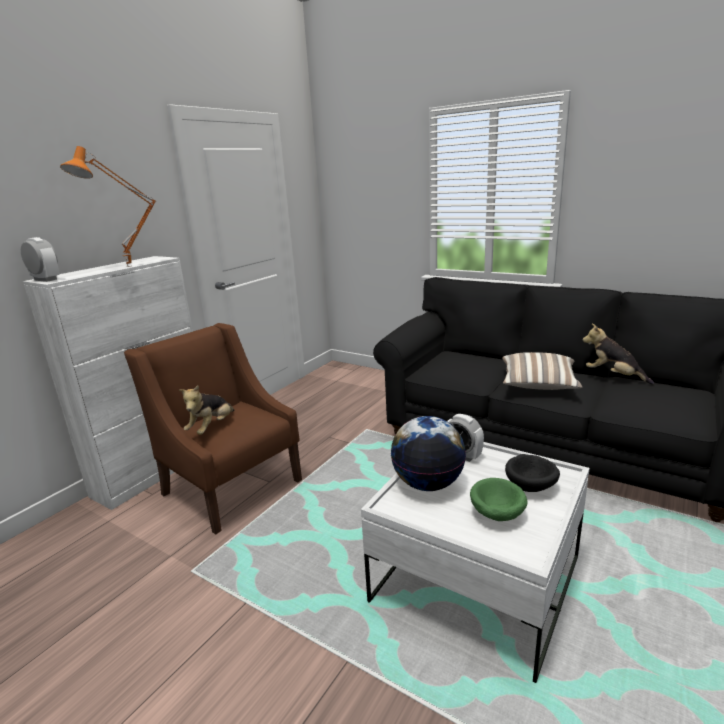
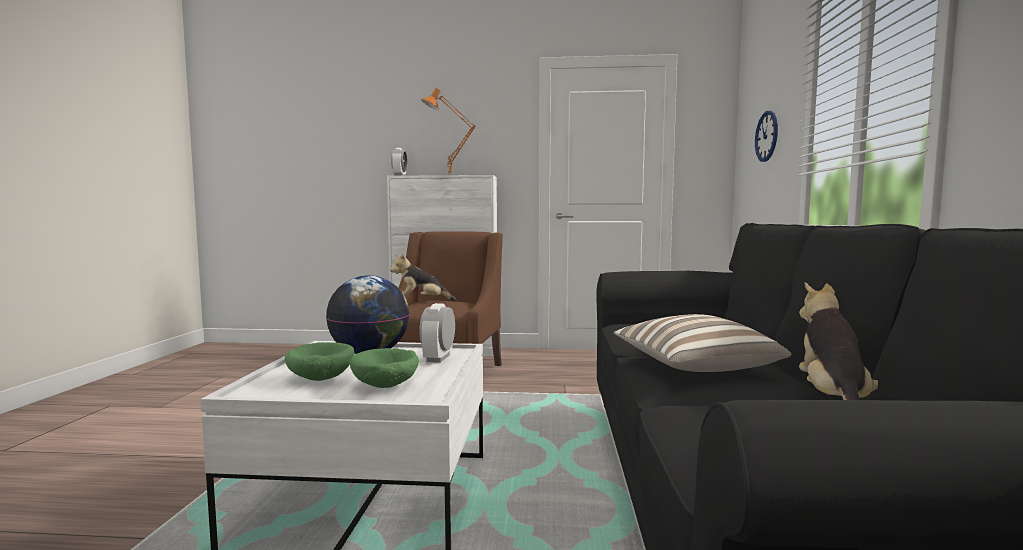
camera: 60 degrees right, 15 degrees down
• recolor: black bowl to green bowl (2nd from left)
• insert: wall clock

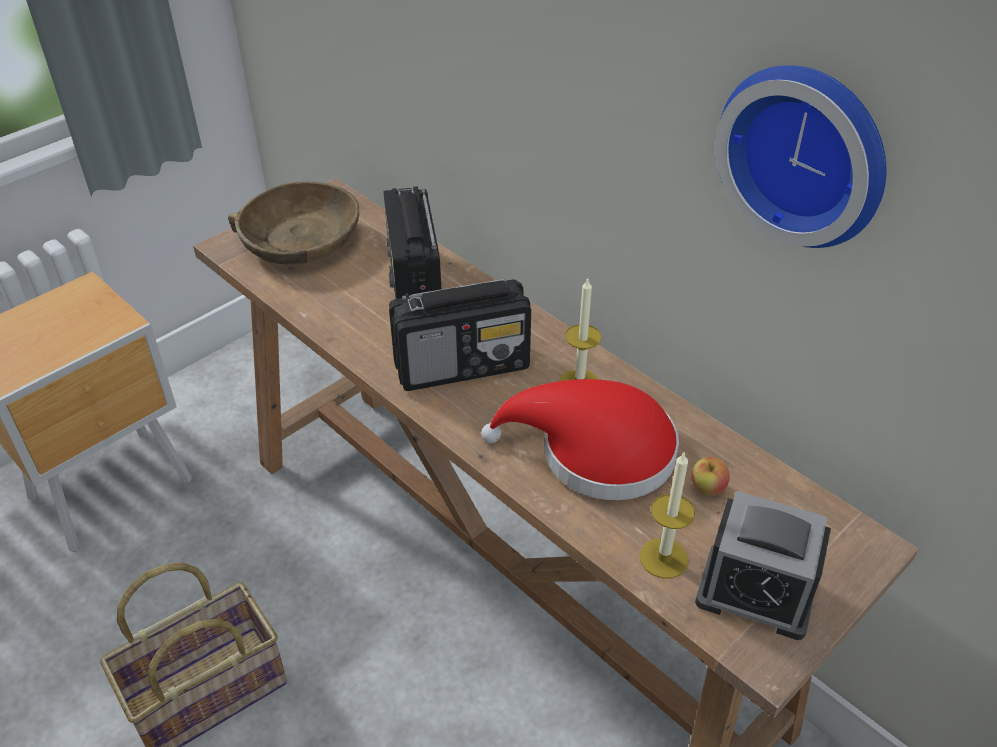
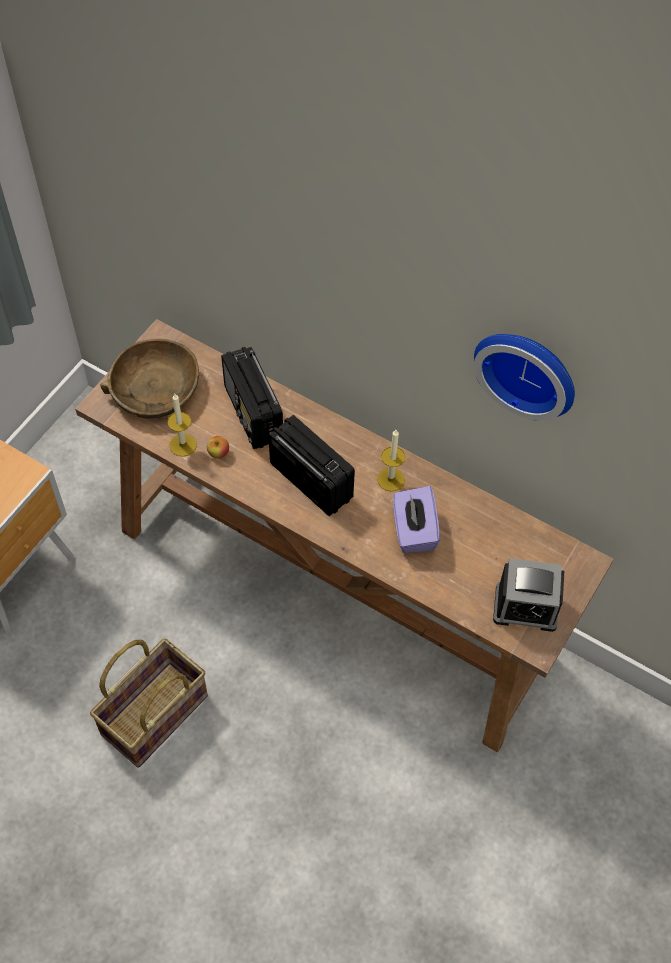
camera: 15 degrees left, 15 degrees up
• rotate: radio (2nd from left) 105 degrees counterclockwise
• replace: red hat to purple tissue box
• move: candle (2nd from left in the first image) to candle (1st from left)
• move: apple

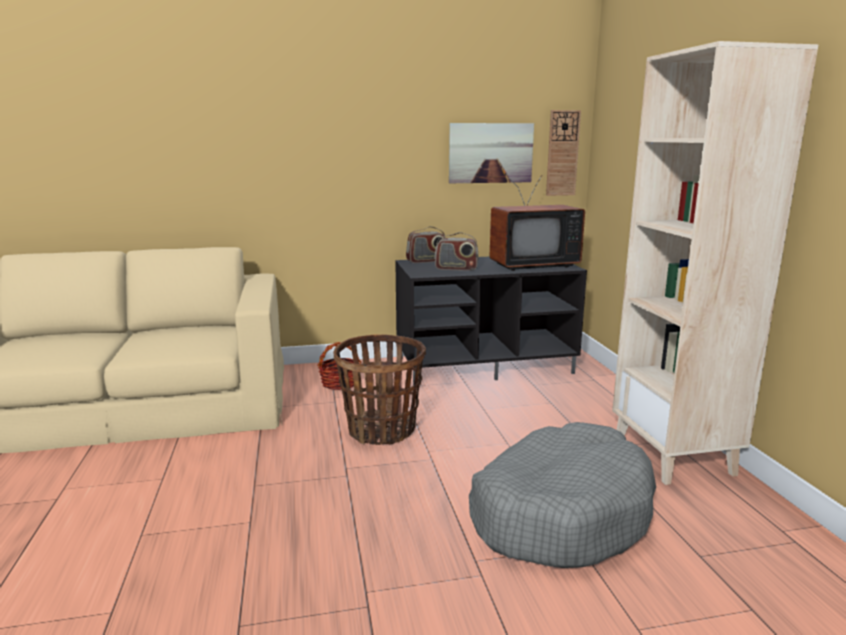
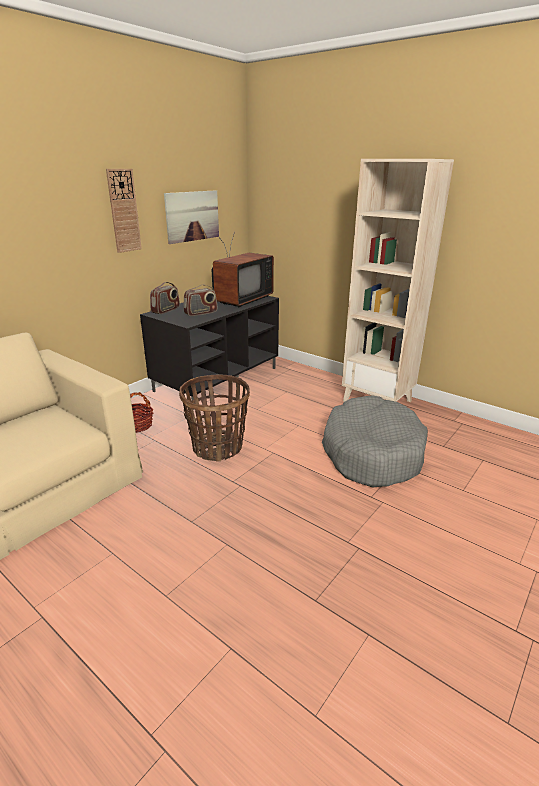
camera: 40 degrees left, 10 degrees up
• move: wall clock

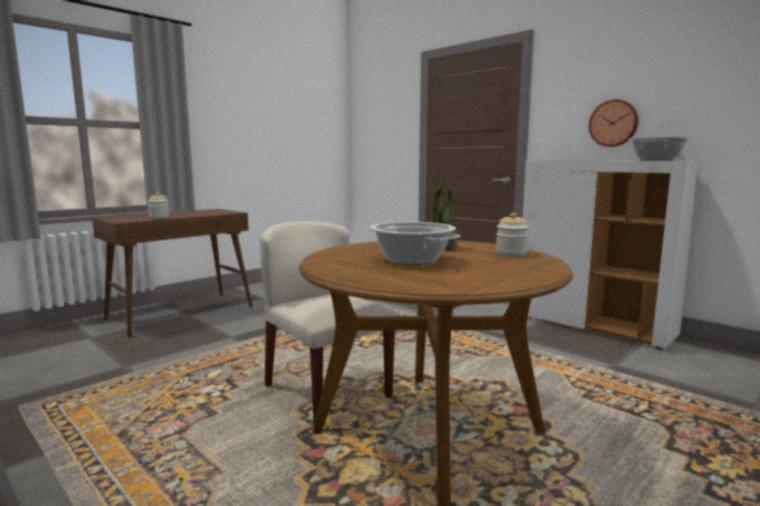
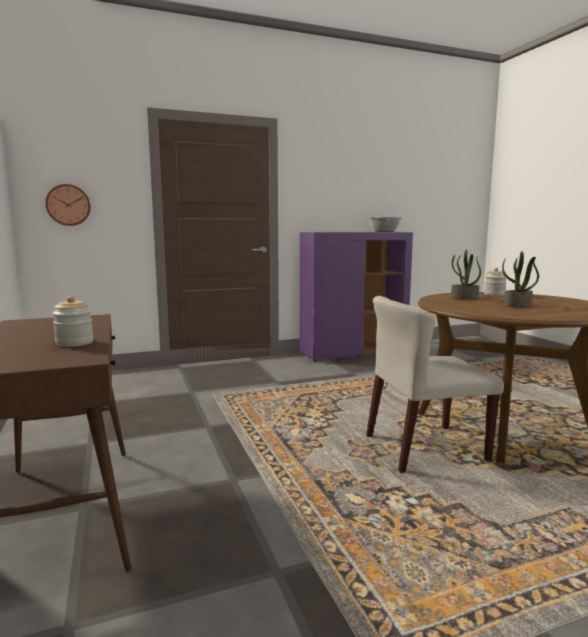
camera: 65 degrees left, 0 degrees up
• replace: cooking pot (1st from left) to potted plant (2nd from left)
• recolor: white cabinet to purple cabinet
• move: wall clock

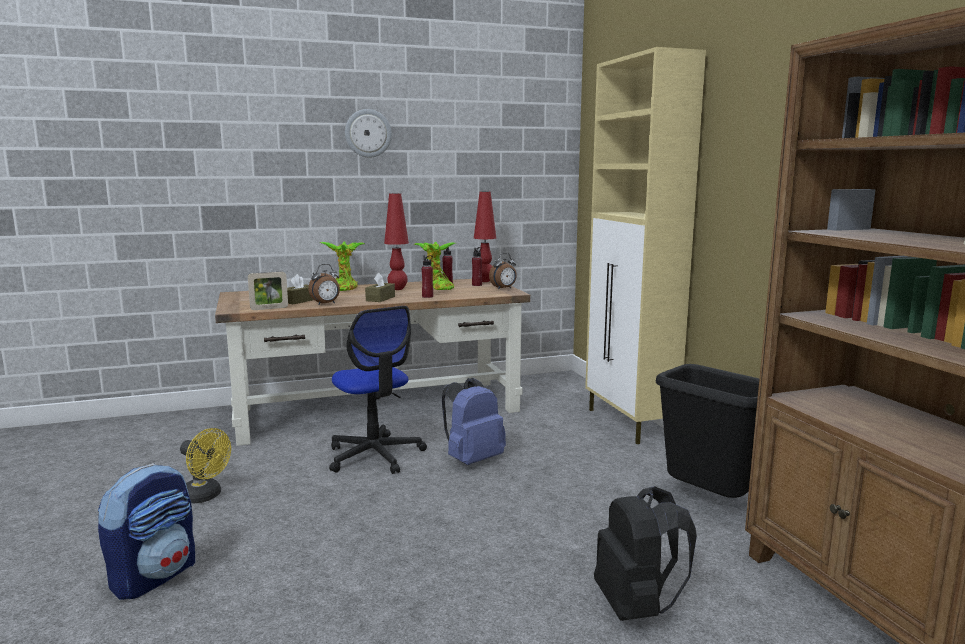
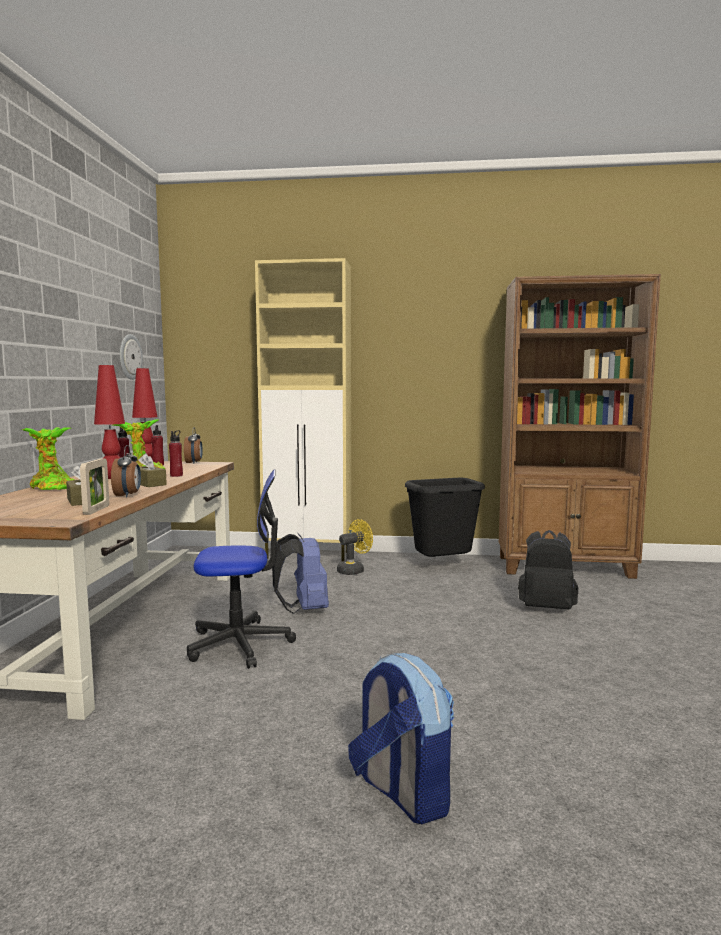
camera: 65 degrees left, 5 degrees down
• move: yellow fan
• move: wall clock

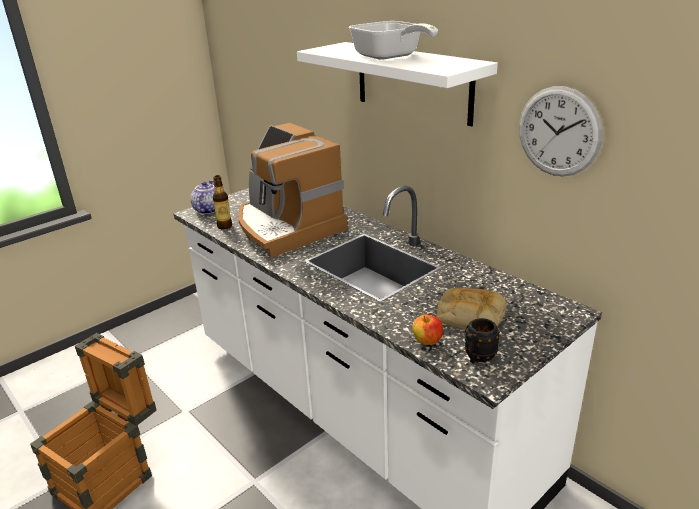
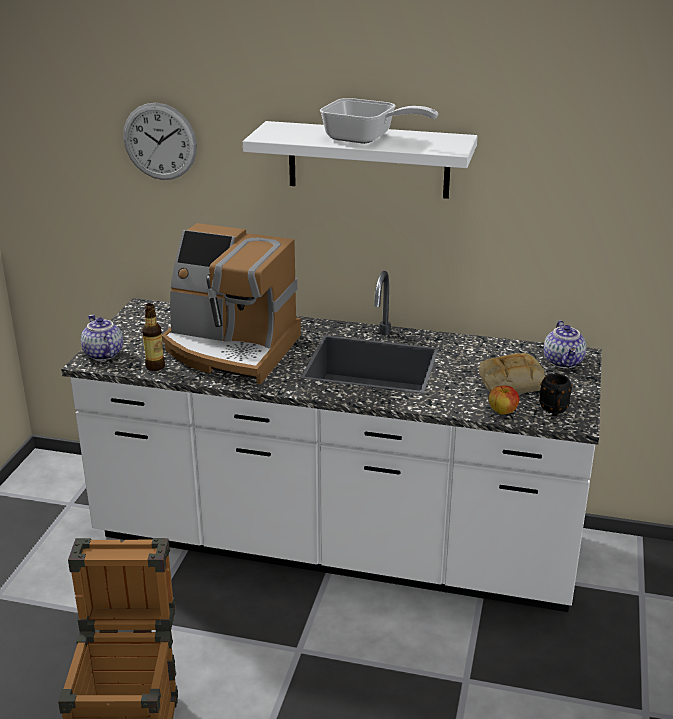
camera: 35 degrees left, 0 degrees up
• move: wall clock
• insert: teapot (2nd from left)

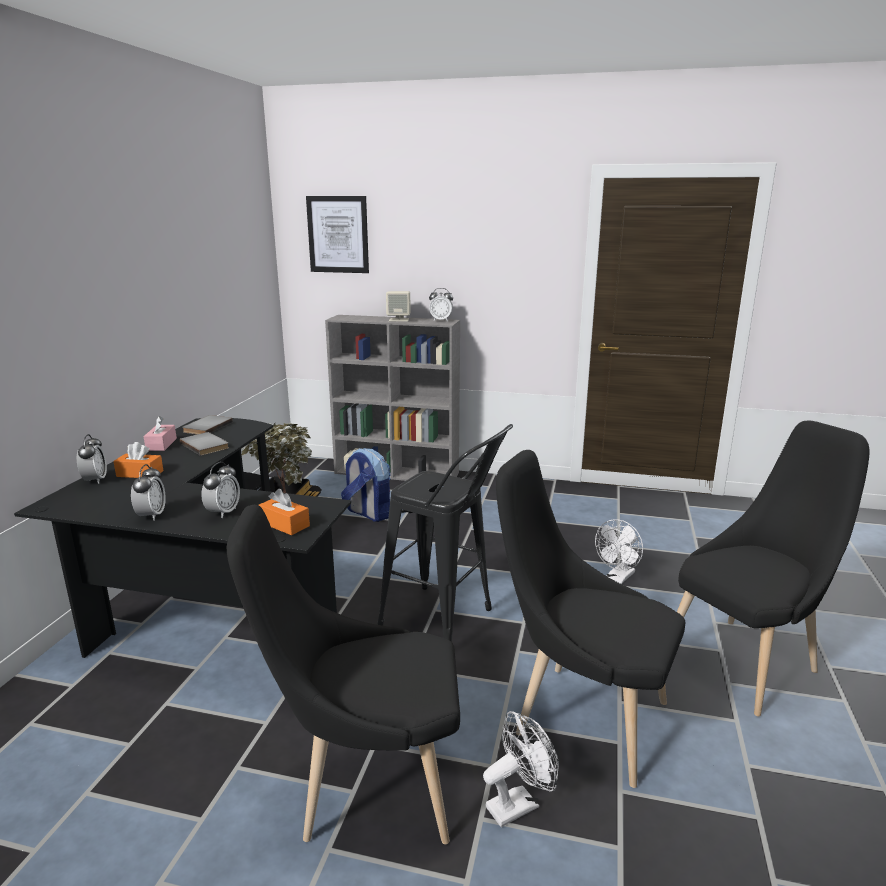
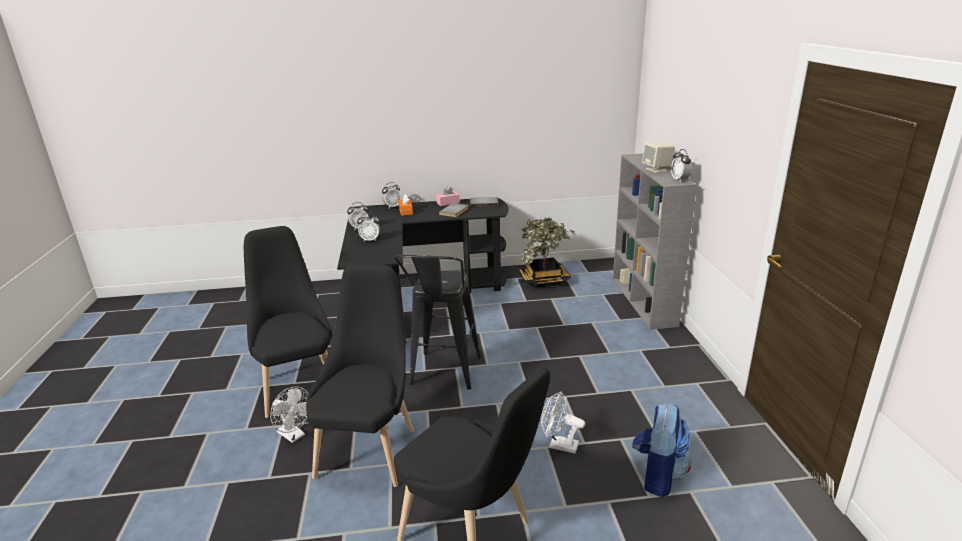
camera: 70 degrees right, 5 degrees up
• delete: orange tissue box (2nd from left)
• delete: picture
• move: backpack

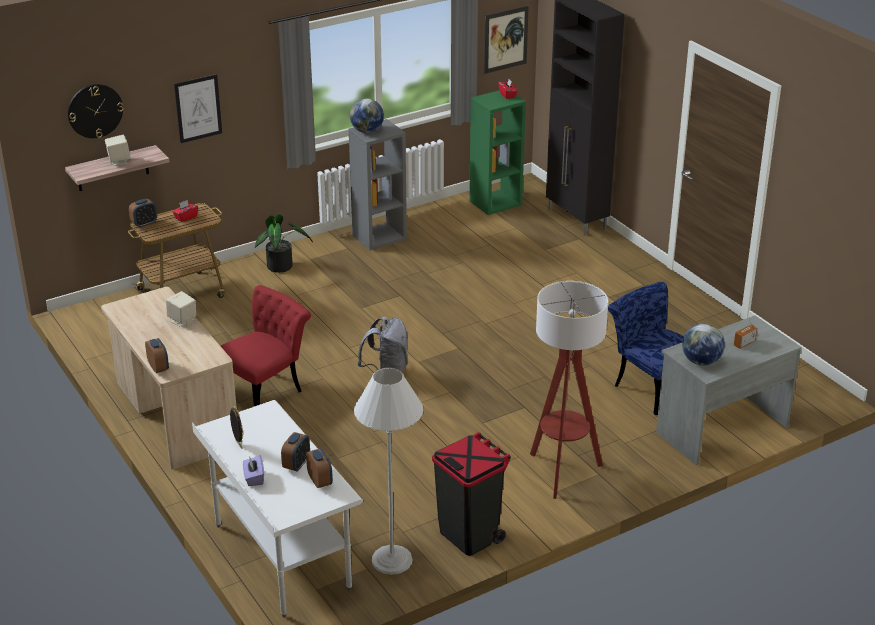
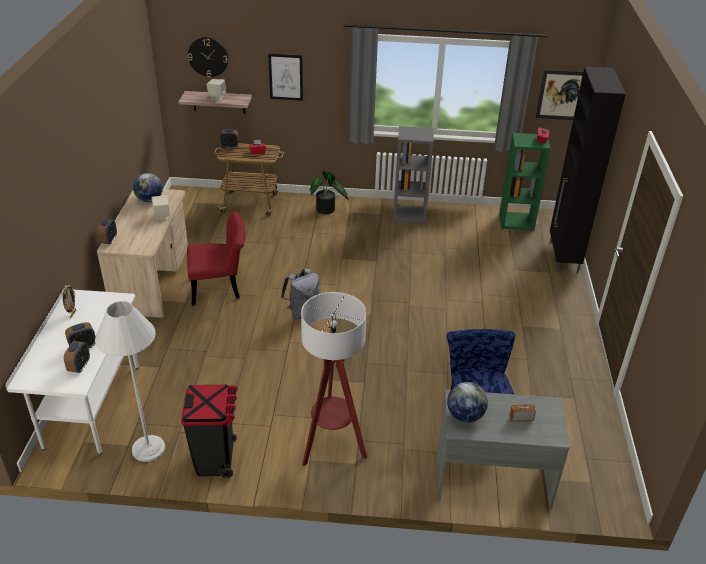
camera: 35 degrees right, 5 degrees up
• delete: purple tissue box
• move: globe (1st from left)

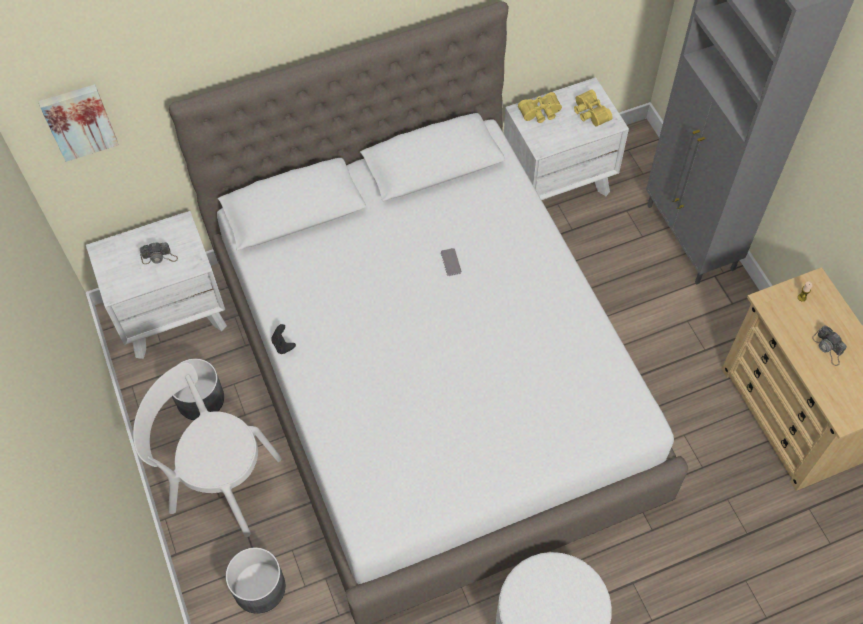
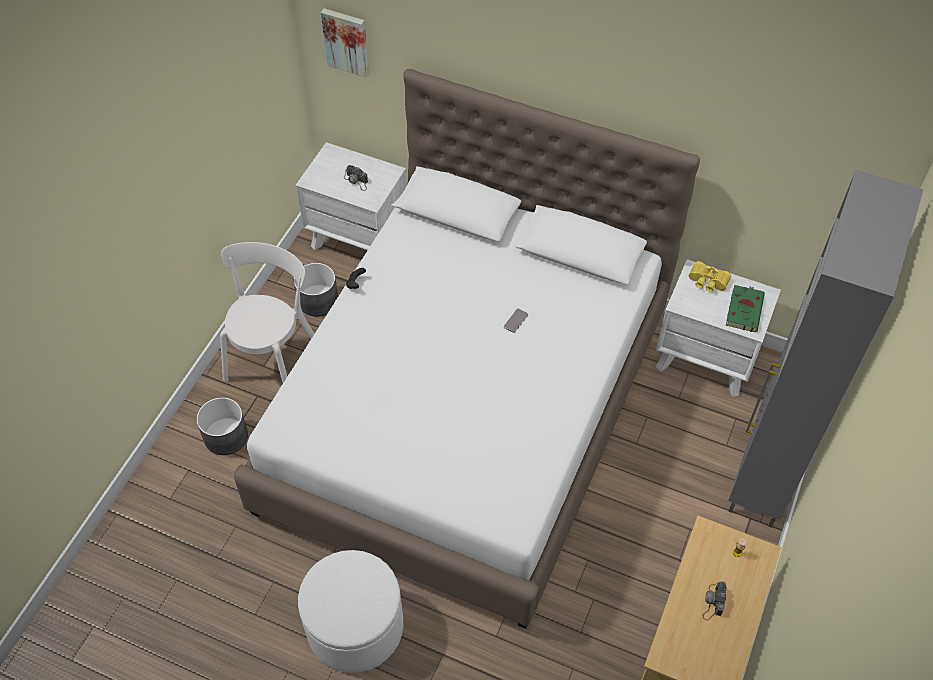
camera: 45 degrees right, 5 degrees down
• rotate: white chair 45 degrees clockwise
• replace: yellow binoculars (2nd from left) to green book

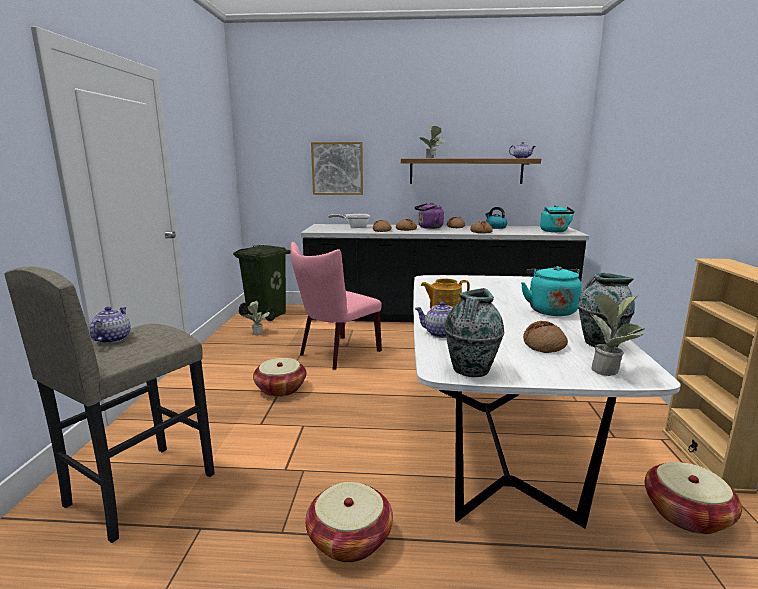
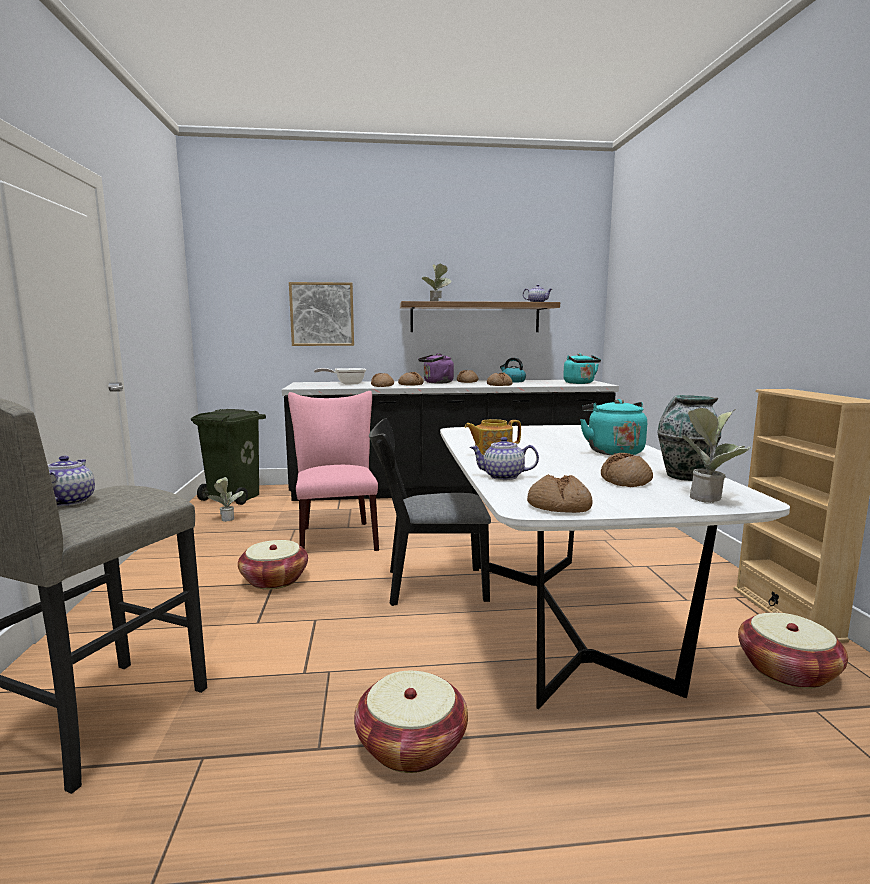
camera: 10 degrees left, 5 degrees down
• rotate: pink chair 135 degrees clockwise
• replace: vase (1st from left) to bread (5th from left)
• insert: black chair

